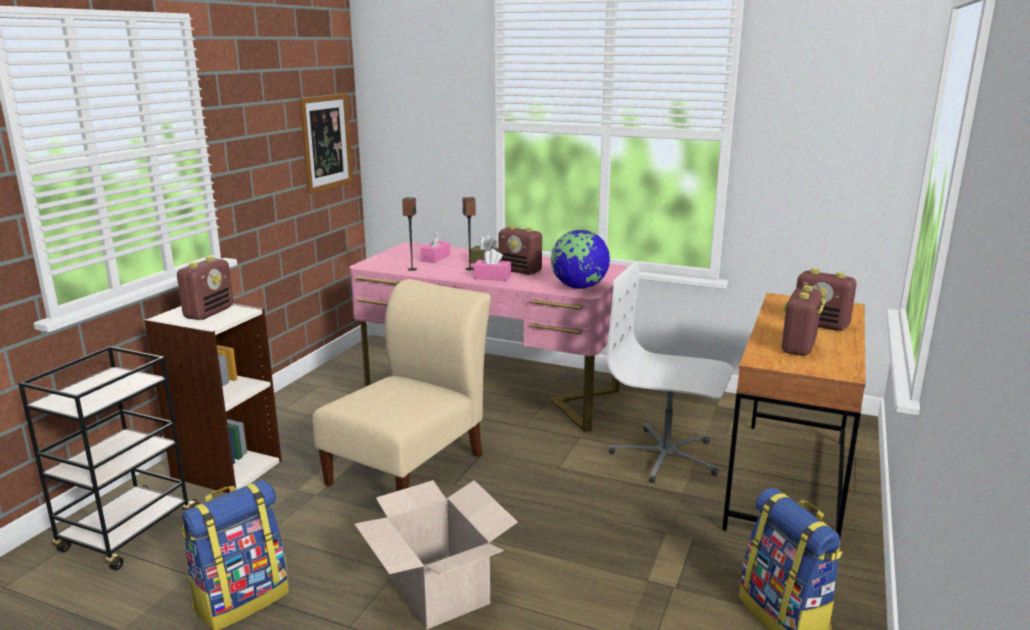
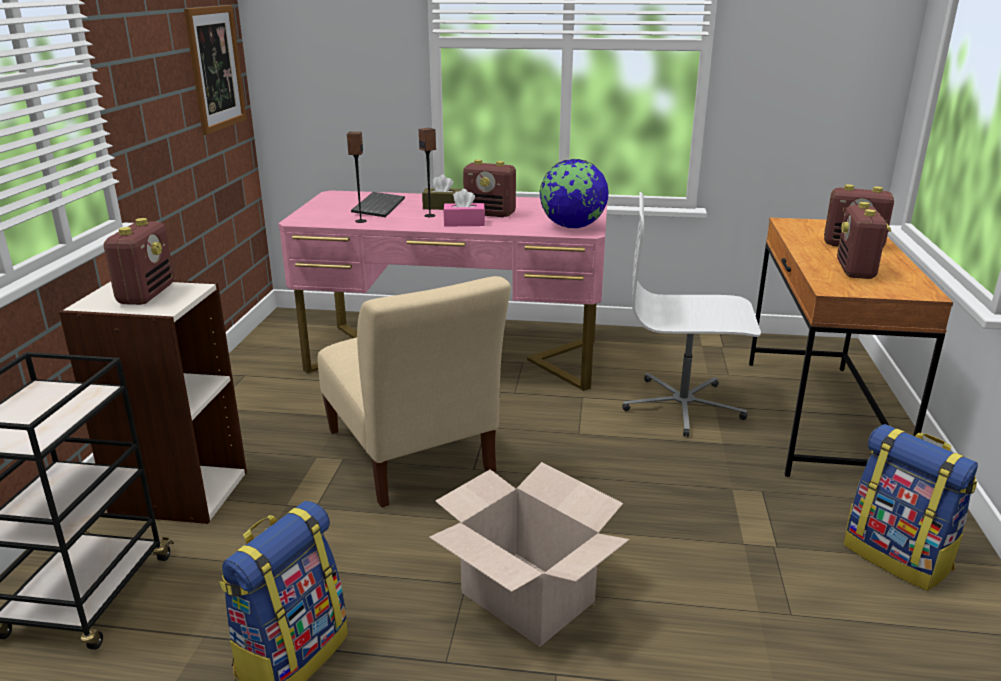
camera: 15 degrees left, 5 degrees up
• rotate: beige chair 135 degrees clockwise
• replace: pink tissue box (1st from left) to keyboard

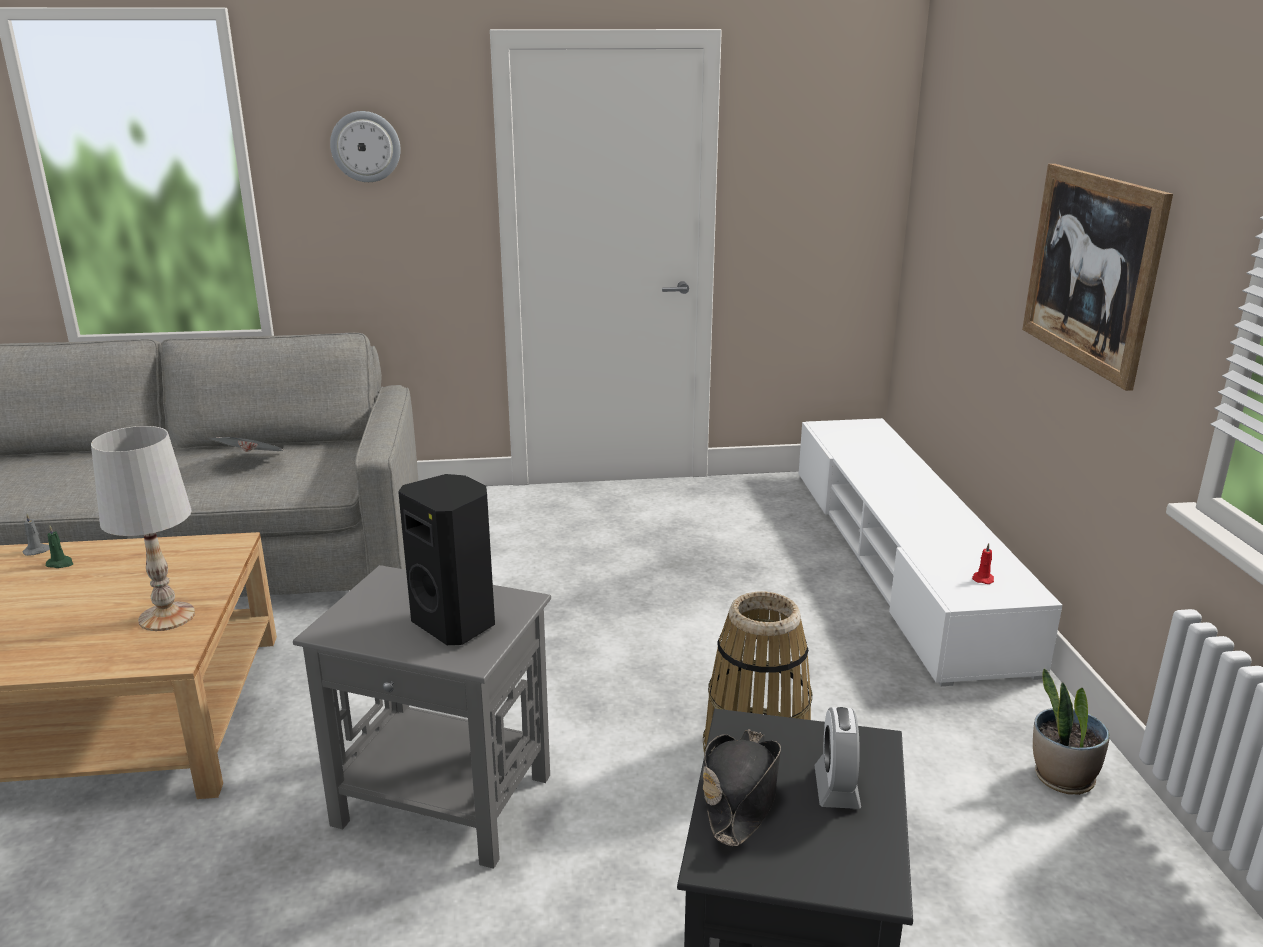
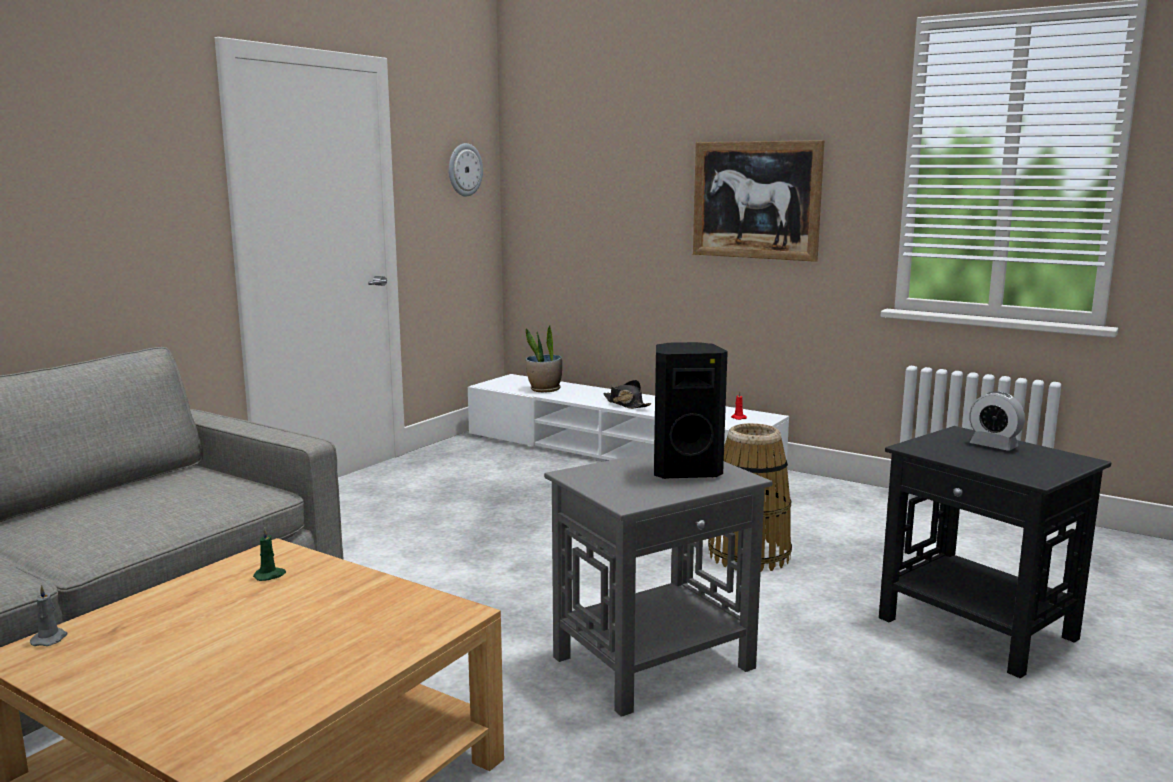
camera: 50 degrees left, 10 degrees down
• move: green candle
• delete: white table lamp
• delete: newspaper
• move: wall clock
• move: black hat
• move: potted plant

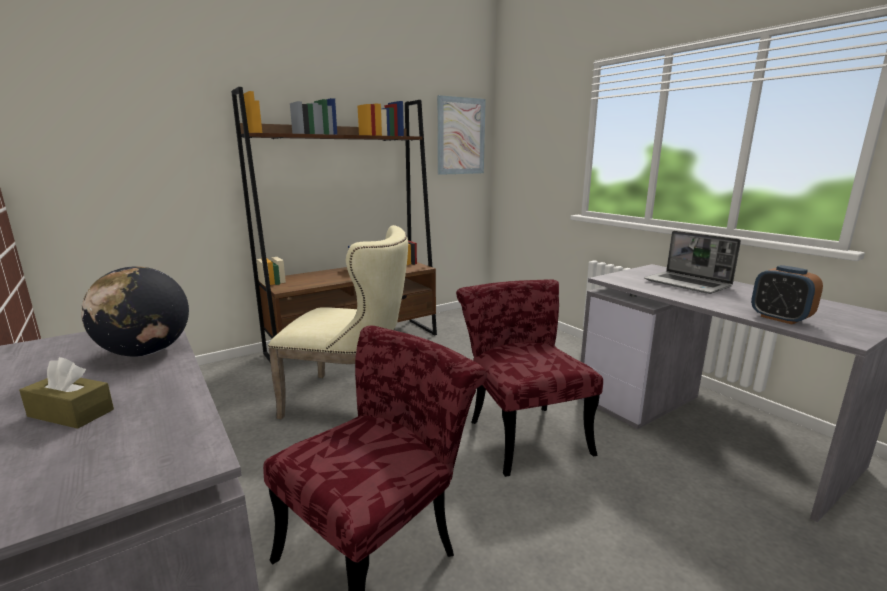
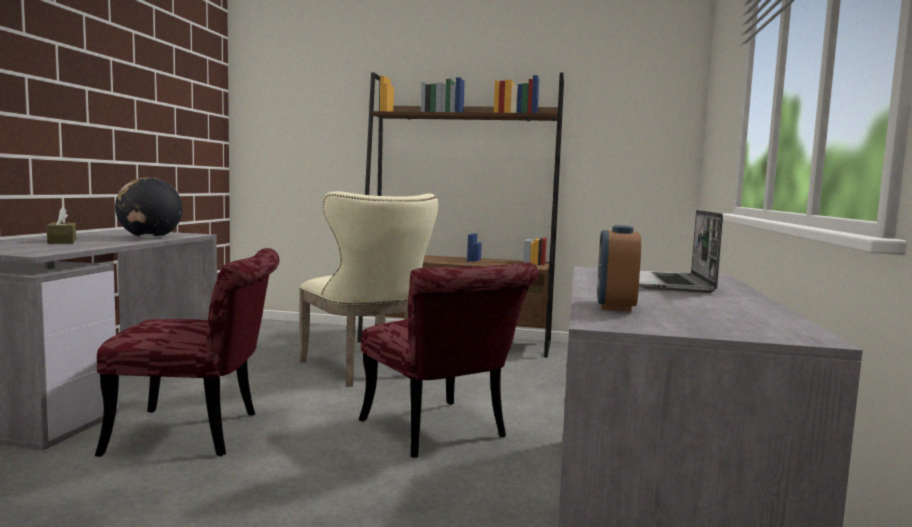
camera: 45 degrees right, 10 degrees down
• delete: picture
• rotate: red chair (2nd from left) 120 degrees clockwise

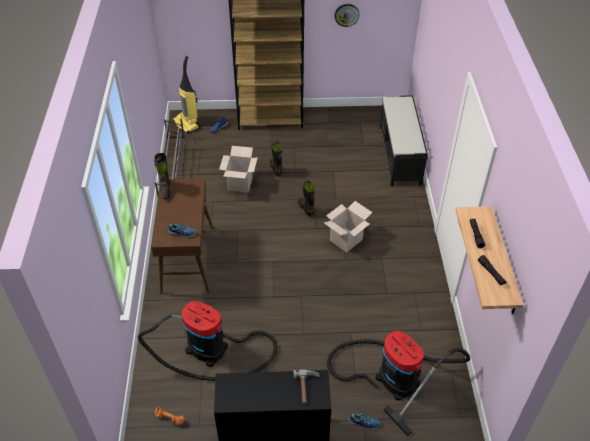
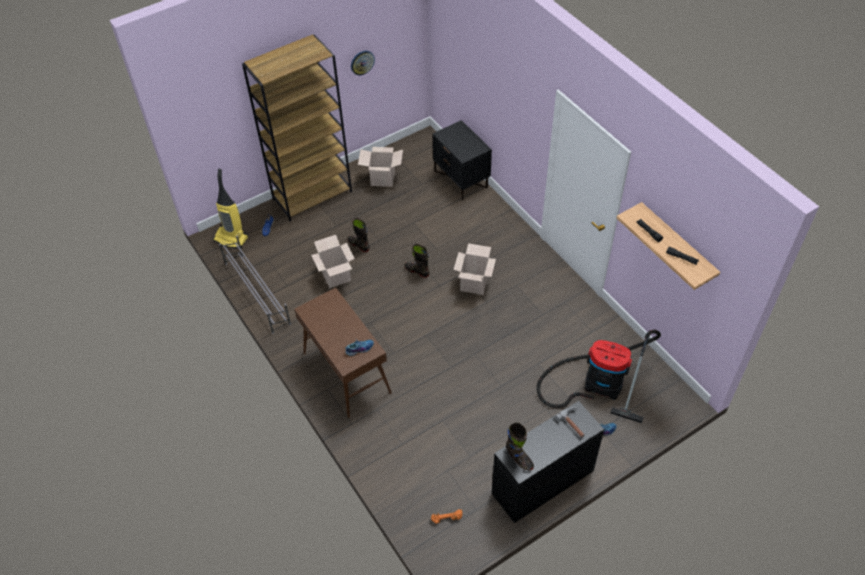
camera: 30 degrees left, 5 degrees up
• delete: vacuum cleaner (2nd from left)
• move: black boot (1st from left in the first image) to black boot (3rd from left)
• replace: black bench to black nightstand
• insert: cardboard box (2nd from left)

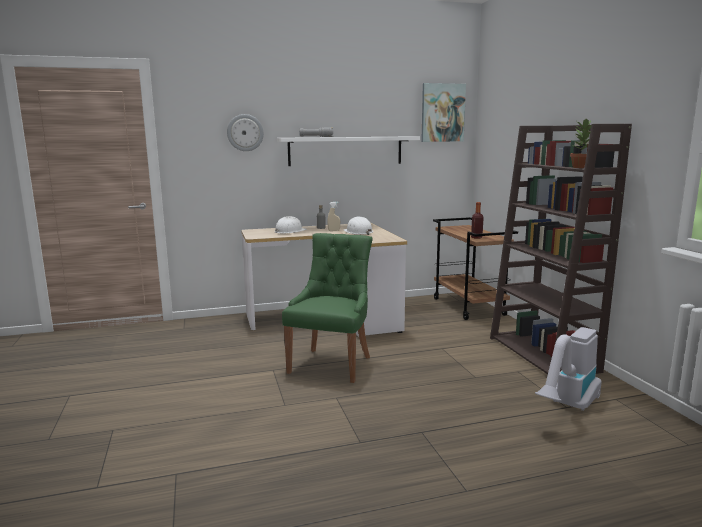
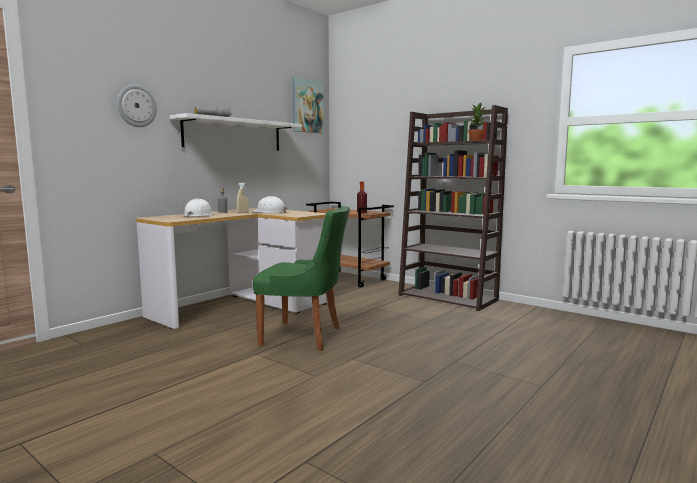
camera: 35 degrees left, 5 degrees down
• rotate: green chair 120 degrees clockwise
• delete: vacuum cleaner

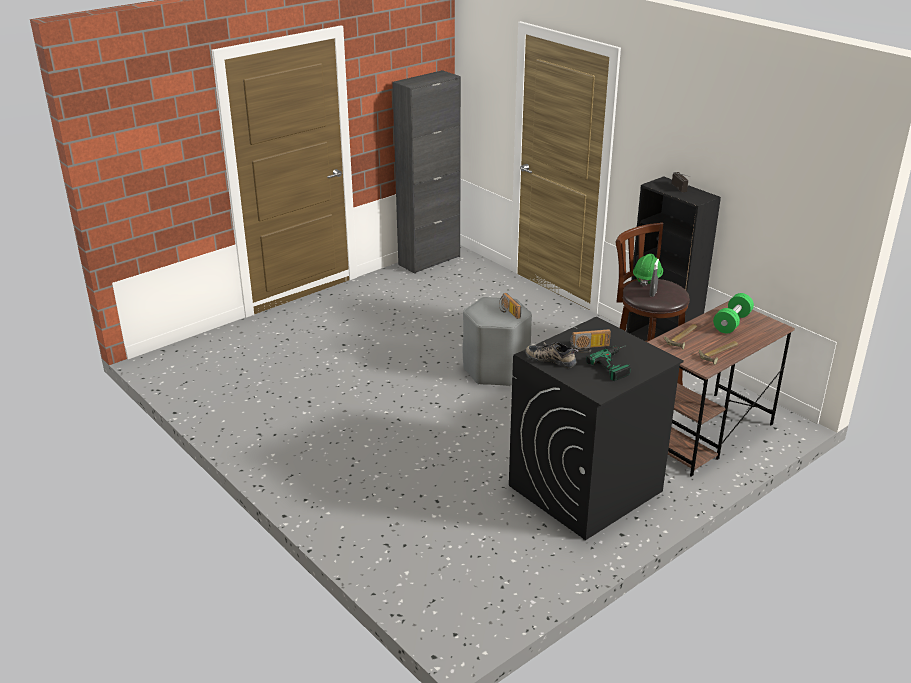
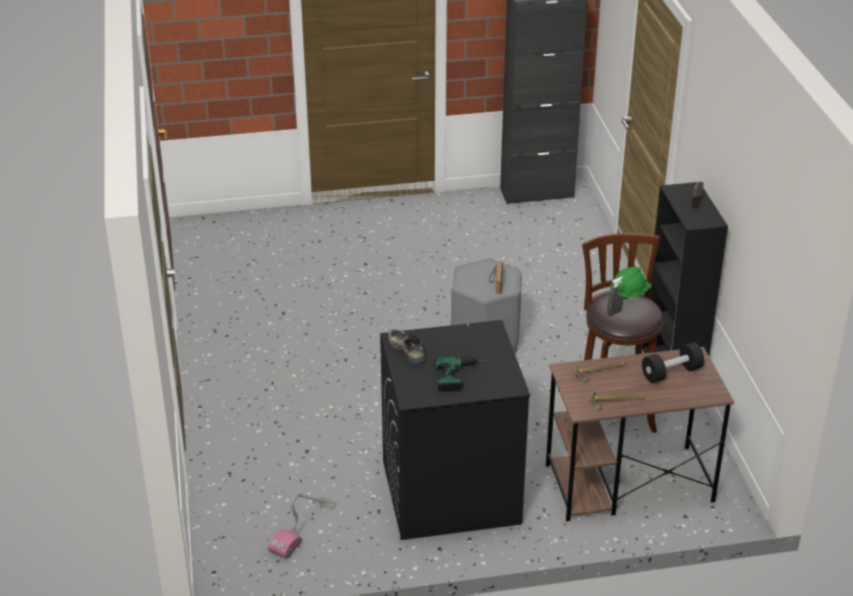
camera: 30 degrees right, 5 degrees up
• delete: radio (2nd from left)
• recolor: green dumbbell to black dumbbell
• insert: vacuum cleaner

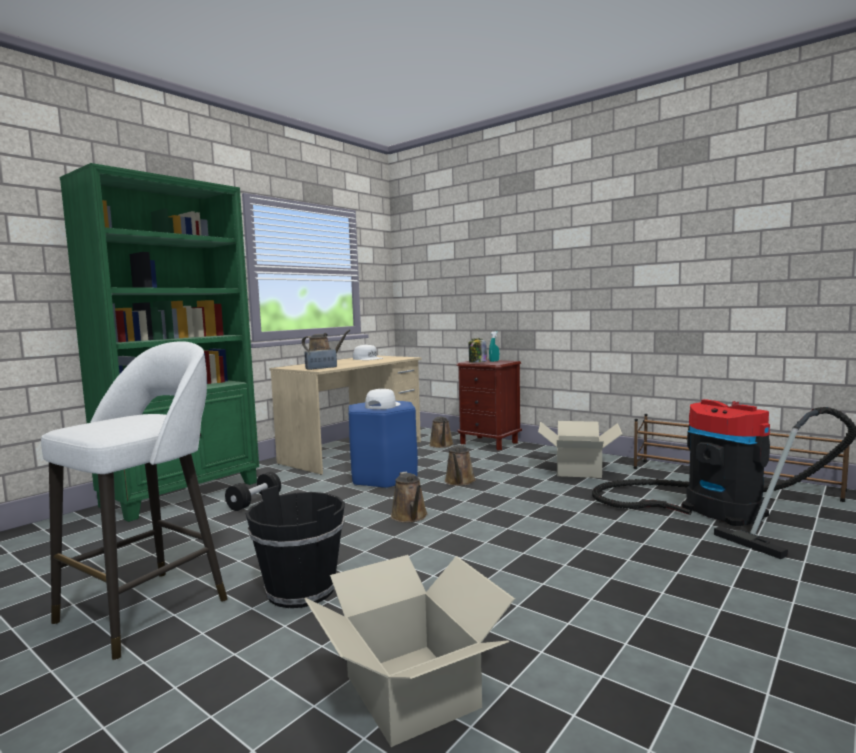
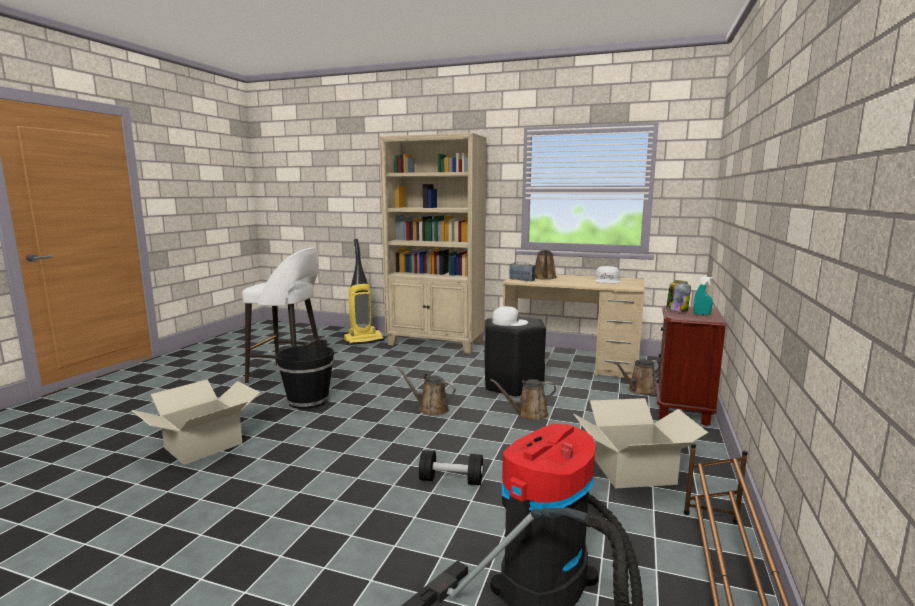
camera: 70 degrees right, 5 degrees up
• recolor: green bookcase to beige bookcase
• move: black dumbbell
• recolor: blue stool to black stool
• rotate: brown watering can (2nd from left in the first image) 60 degrees clockwise
• insert: vacuum cleaner (1st from left)

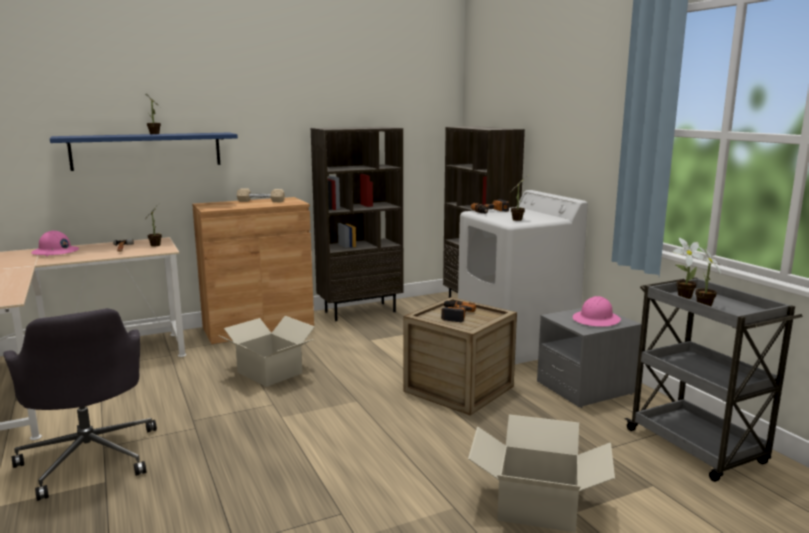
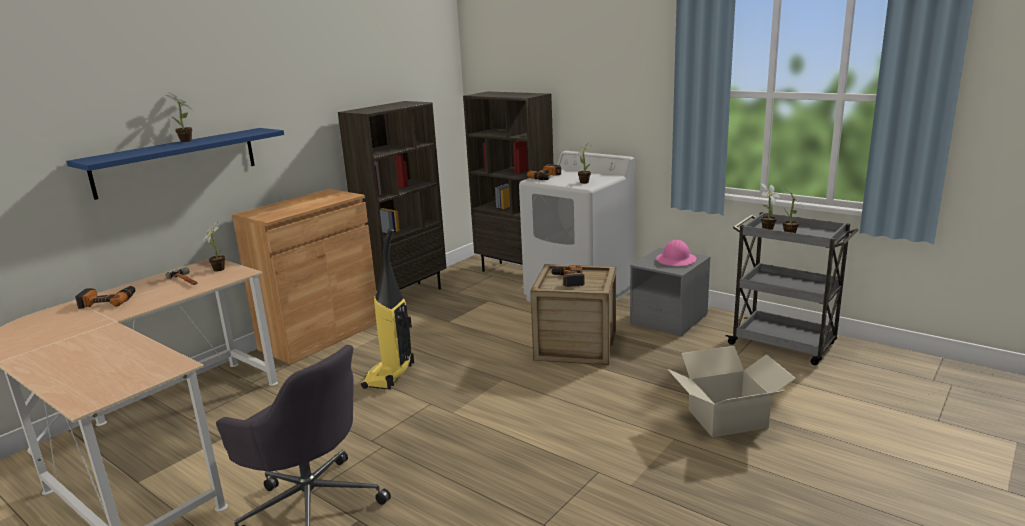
camera: 25 degrees left, 5 degrees up
• replace: pink hard hat (1st from left) to power drill (1st from left)
• replace: cardboard box (1st from left) to vacuum cleaner
• delete: beige dumbbell

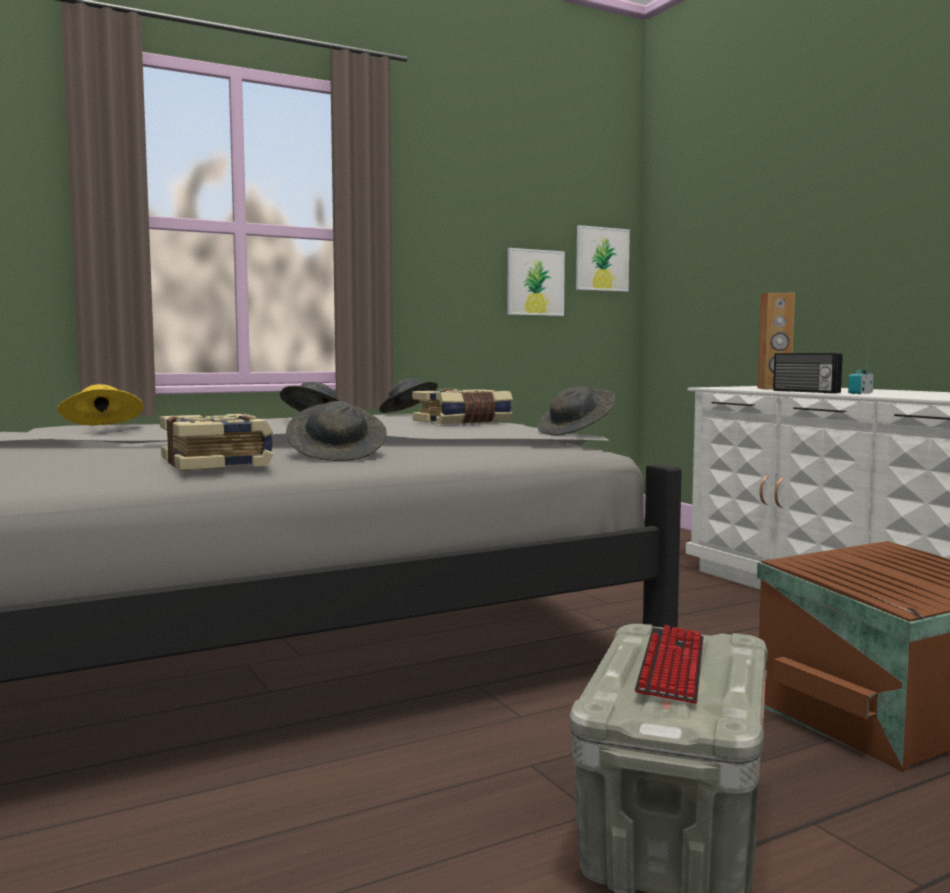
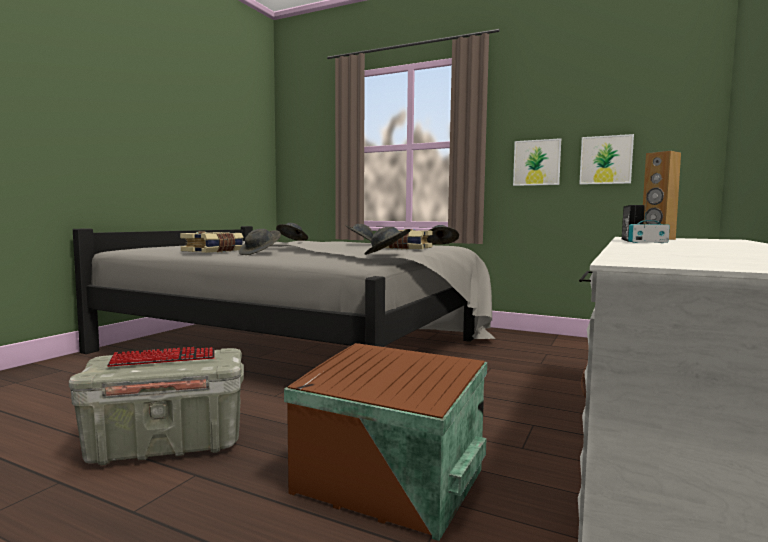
camera: 55 degrees right, 0 degrees up
• recolor: yellow hat to grey hat (2nd from left)
• move: picture (2nd from left in the first image) to picture (1st from left)

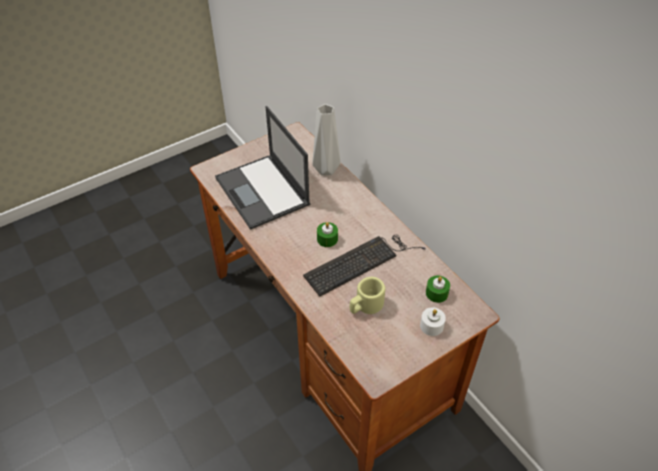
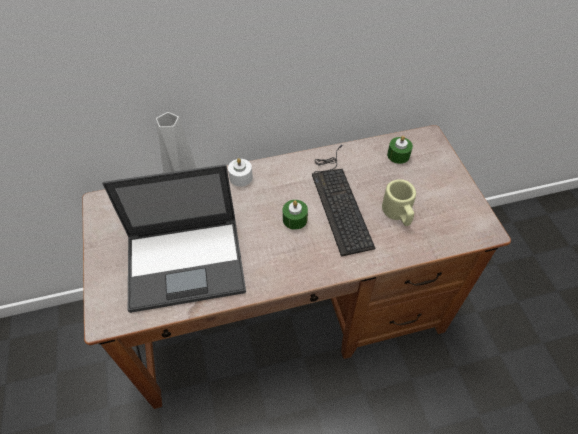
camera: 70 degrees left, 5 degrees up
• move: white candle

